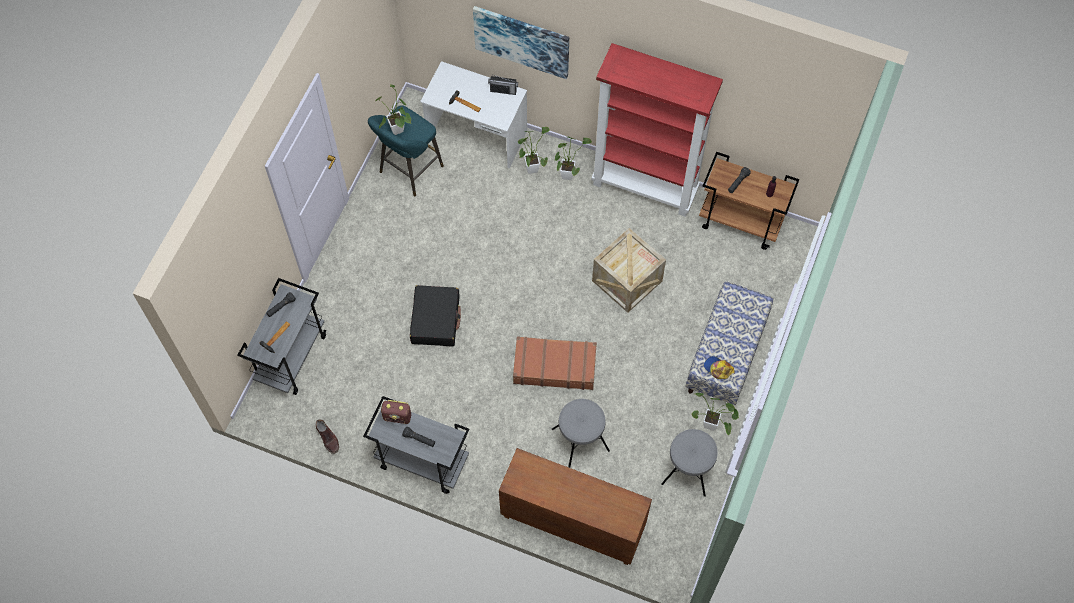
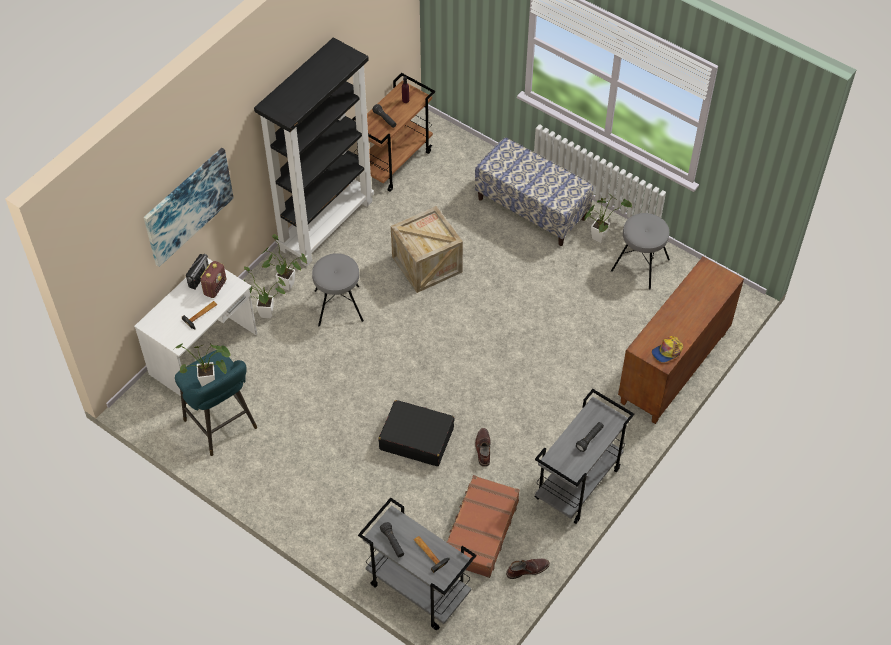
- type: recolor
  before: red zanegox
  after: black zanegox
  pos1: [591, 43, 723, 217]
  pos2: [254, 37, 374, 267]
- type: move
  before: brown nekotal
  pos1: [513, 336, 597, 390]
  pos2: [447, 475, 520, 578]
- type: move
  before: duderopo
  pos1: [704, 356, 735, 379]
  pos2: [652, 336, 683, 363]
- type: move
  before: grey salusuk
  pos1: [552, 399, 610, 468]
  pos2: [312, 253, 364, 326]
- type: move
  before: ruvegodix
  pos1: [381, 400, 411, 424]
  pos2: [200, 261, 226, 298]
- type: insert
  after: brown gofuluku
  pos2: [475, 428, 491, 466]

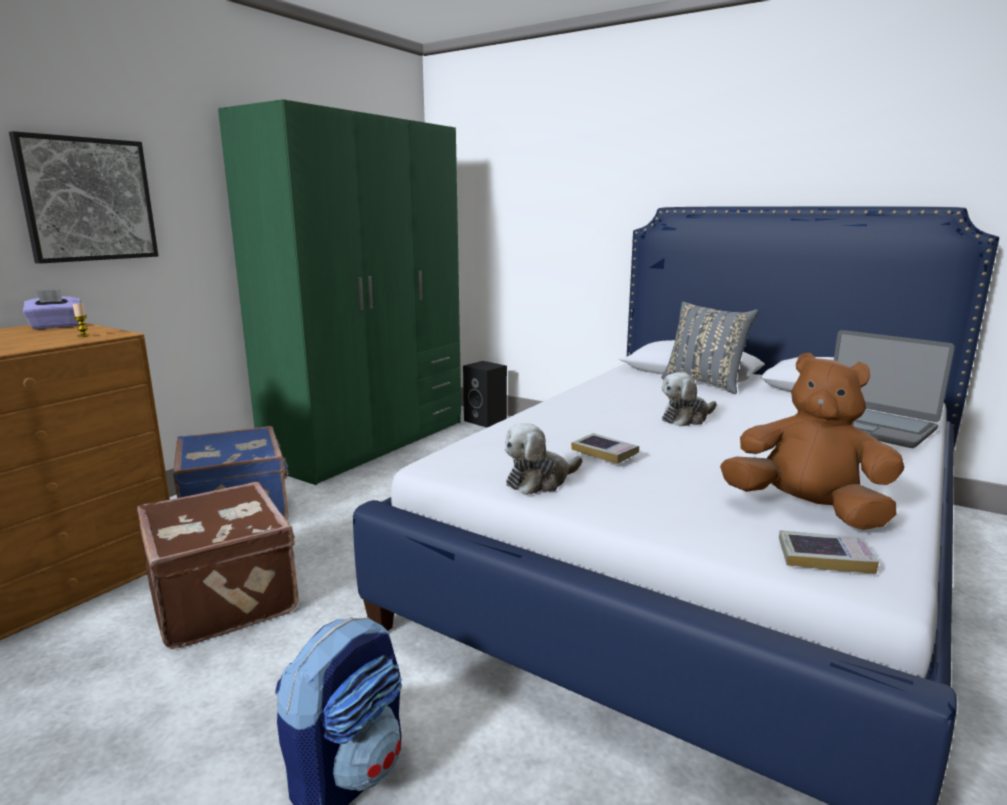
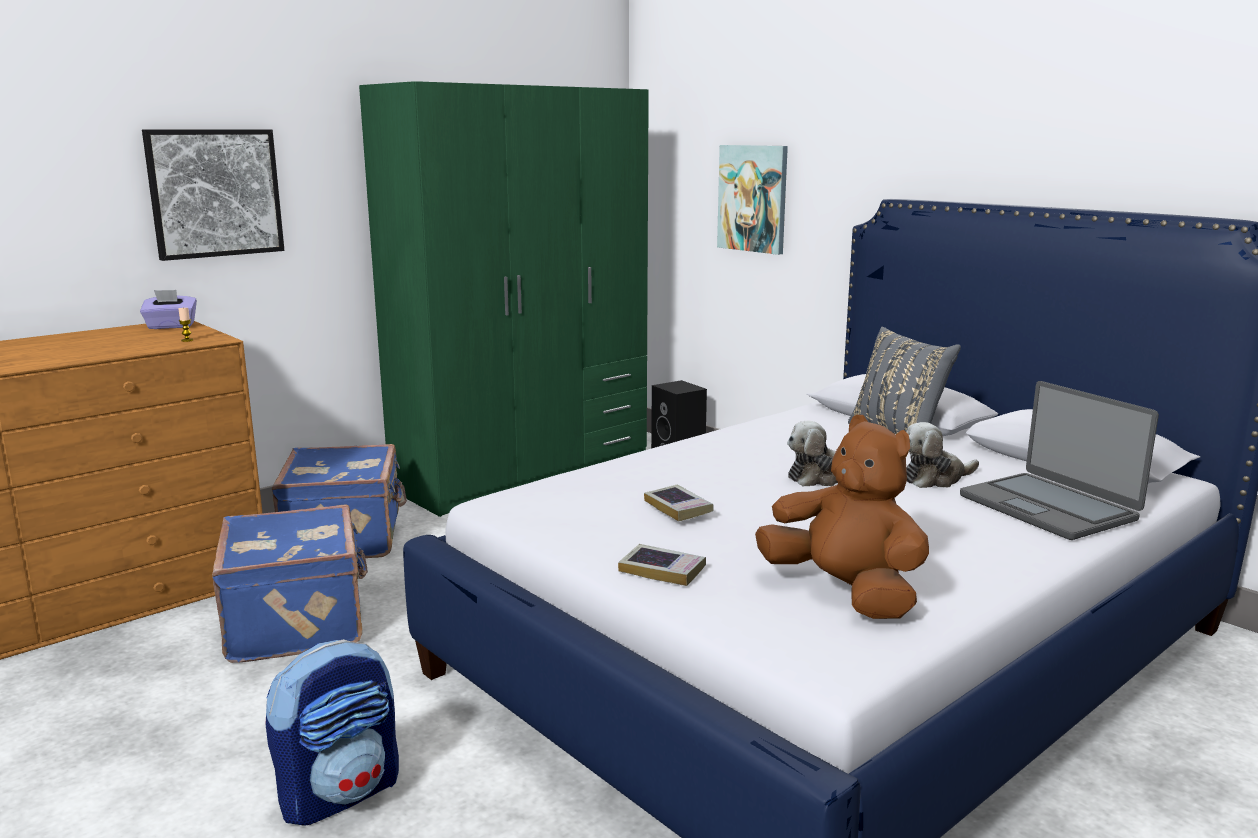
- type: move
  before: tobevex
  pos1: [505, 423, 582, 495]
  pos2: [906, 422, 979, 488]
- type: recolor
  before: brown nekotal
  after: blue nekotal
  pos1: [137, 482, 299, 649]
  pos2: [212, 504, 368, 663]
- type: move
  before: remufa
  pos1: [779, 530, 879, 574]
  pos2: [618, 544, 706, 586]
- type: insert
  after: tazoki
  pos2: [717, 145, 788, 255]

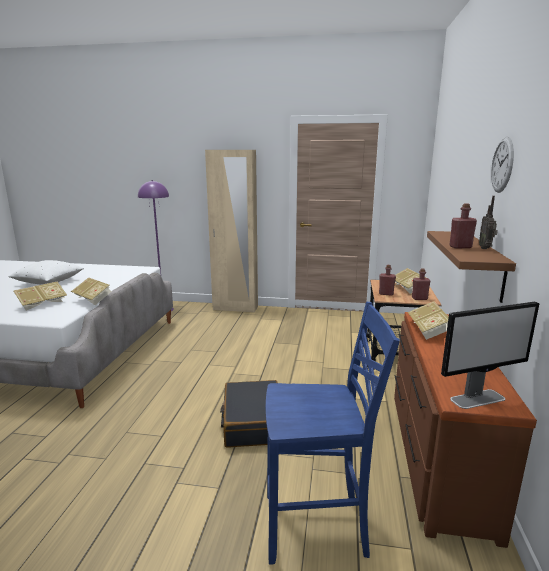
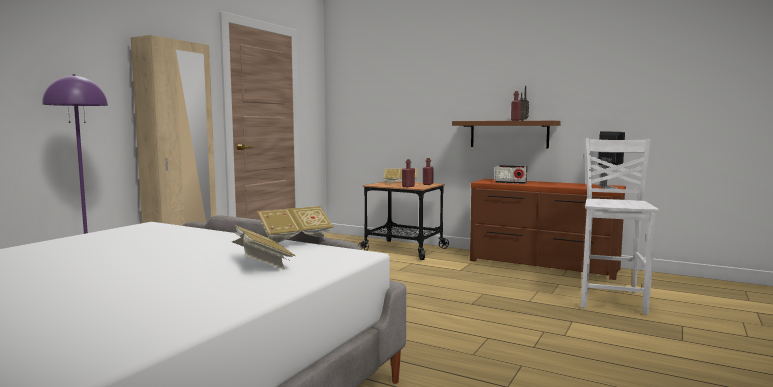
- type: delete
  before: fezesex
  pos1: [491, 137, 514, 193]
- type: delete
  before: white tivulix
  pos1: [8, 260, 84, 285]
- type: replace
  before: remufa
  after: ruvegodix
  pos1: [408, 301, 449, 340]
  pos2: [495, 165, 527, 184]
- type: recolor
  before: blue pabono
  after: white pabono
  pos1: [266, 302, 400, 564]
  pos2: [581, 138, 659, 315]
- type: delete
  before: black nekotal
  pos1: [220, 380, 278, 448]

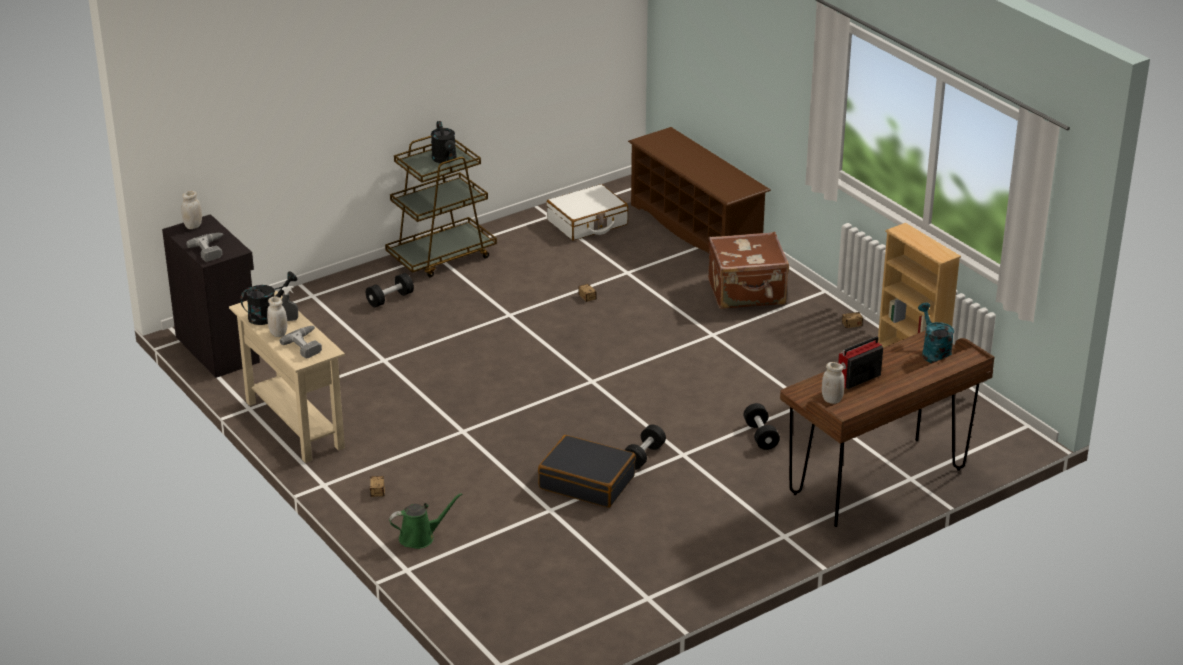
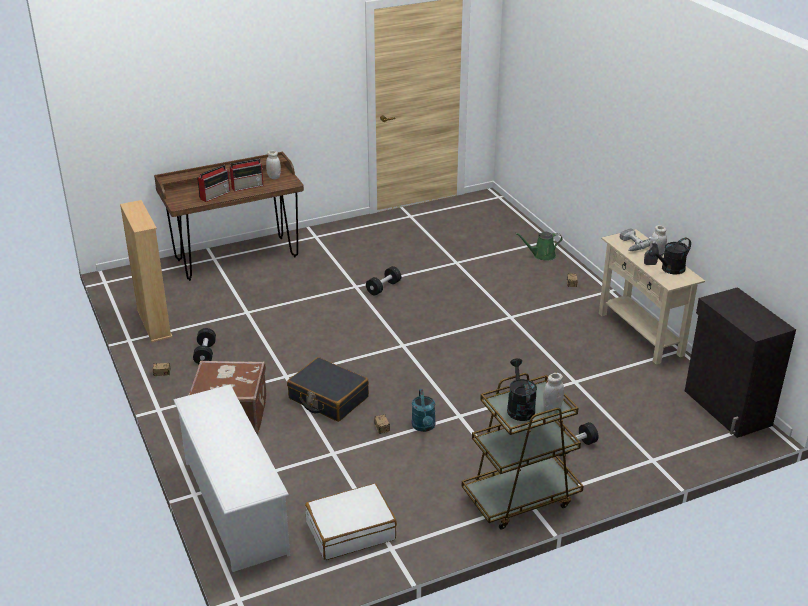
- type: recolor
  before: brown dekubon
  after: white dekubon
  pos1: [628, 127, 771, 254]
  pos2: [174, 385, 290, 572]
- type: move
  before: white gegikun
  pos1: [181, 191, 202, 229]
  pos2: [543, 373, 564, 412]
- type: delete
  before: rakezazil
  pos1: [186, 233, 223, 262]
- type: move
  before: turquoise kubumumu
  pos1: [918, 303, 954, 363]
  pos2: [412, 389, 436, 432]
- type: move
  before: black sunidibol
  pos1: [743, 403, 780, 450]
  pos2: [193, 328, 216, 364]
- type: move
  before: black nekotal
  pos1: [538, 435, 636, 508]
  pos2: [287, 357, 369, 422]
- type: insert
  after: ruvegodix
  pos2: [197, 165, 230, 202]

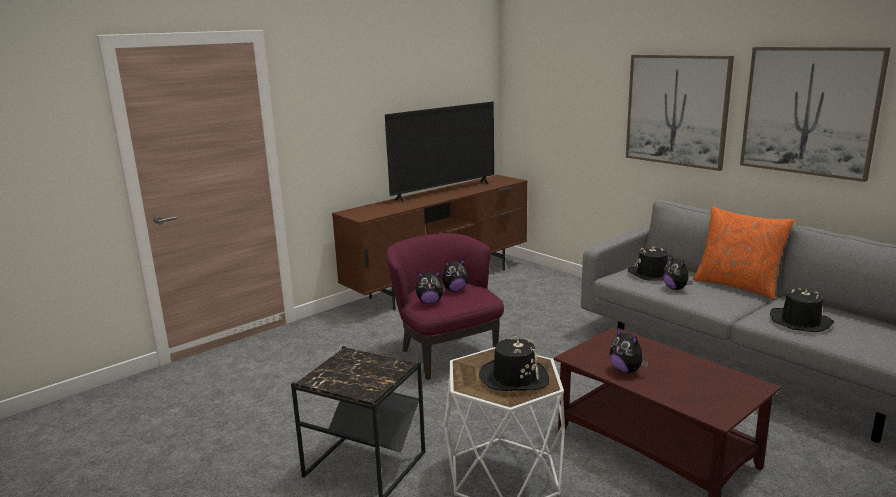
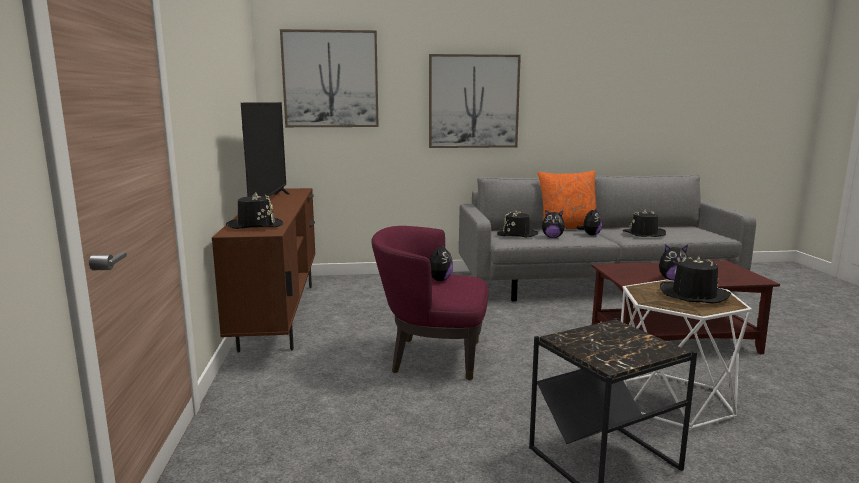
- type: move
  before: tazoki
  pos1: [740, 47, 891, 182]
  pos2: [280, 29, 379, 127]
- type: move
  before: tobevex
  pos1: [416, 271, 445, 304]
  pos2: [577, 208, 603, 235]
- type: insert
  after: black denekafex
  pos2: [226, 193, 283, 229]

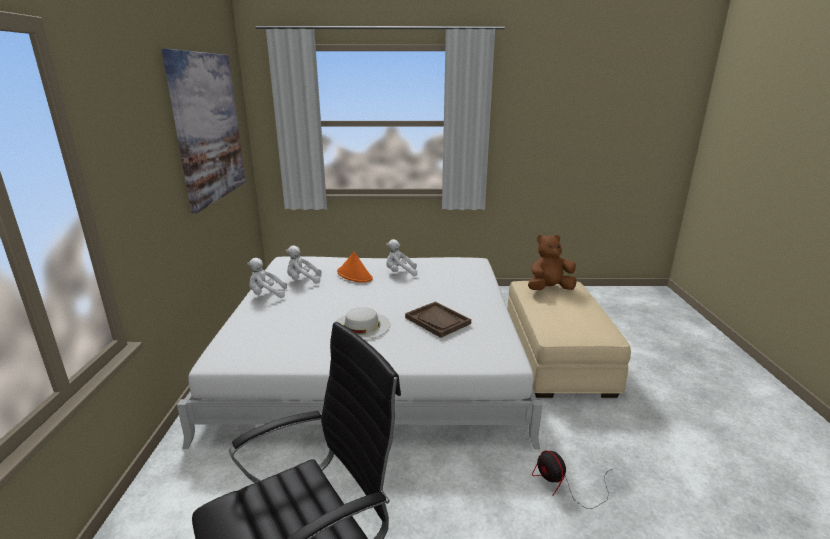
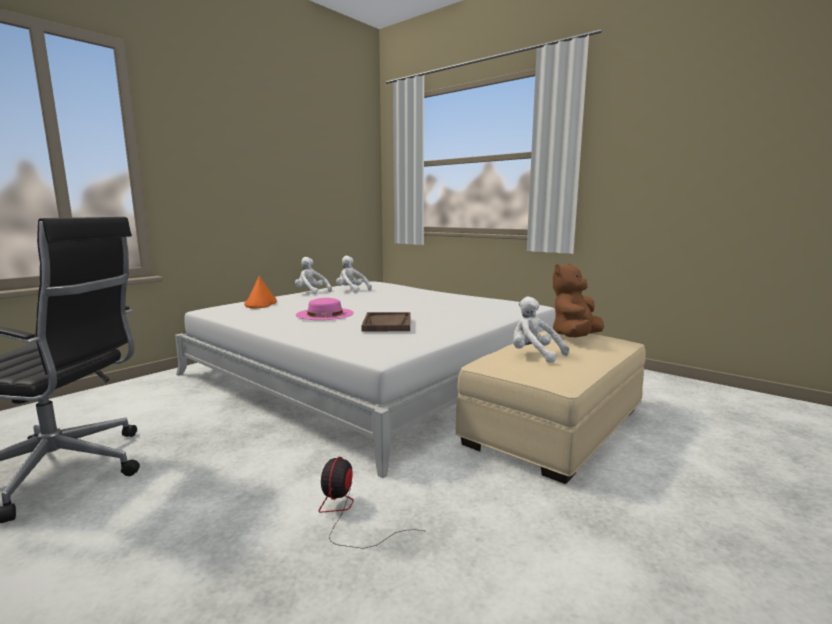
- type: delete
  before: tazoki
  pos1: [162, 49, 246, 213]
- type: rotate
  before: brown tobevex
  pos1: [528, 235, 576, 290]
  pos2: [553, 263, 604, 337]
  turn: -75
- type: move
  before: white tobevex
  pos1: [386, 239, 417, 276]
  pos2: [513, 297, 569, 363]
- type: move
  before: orange denekafex
  pos1: [337, 251, 373, 283]
  pos2: [244, 276, 277, 308]
- type: recolor
  before: white denekafex
  after: pink denekafex
  pos1: [335, 307, 391, 340]
  pos2: [296, 298, 354, 320]

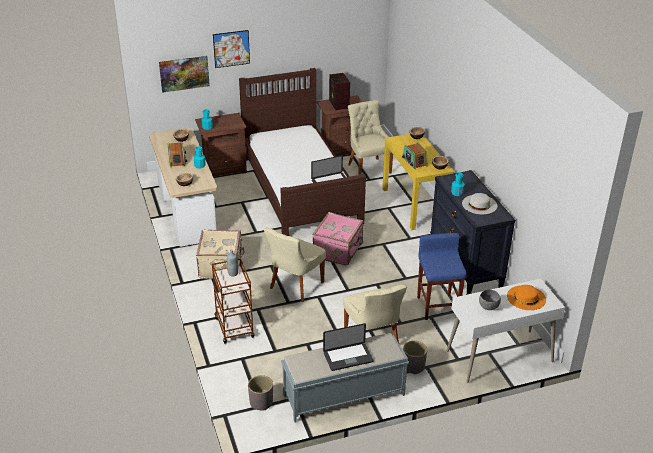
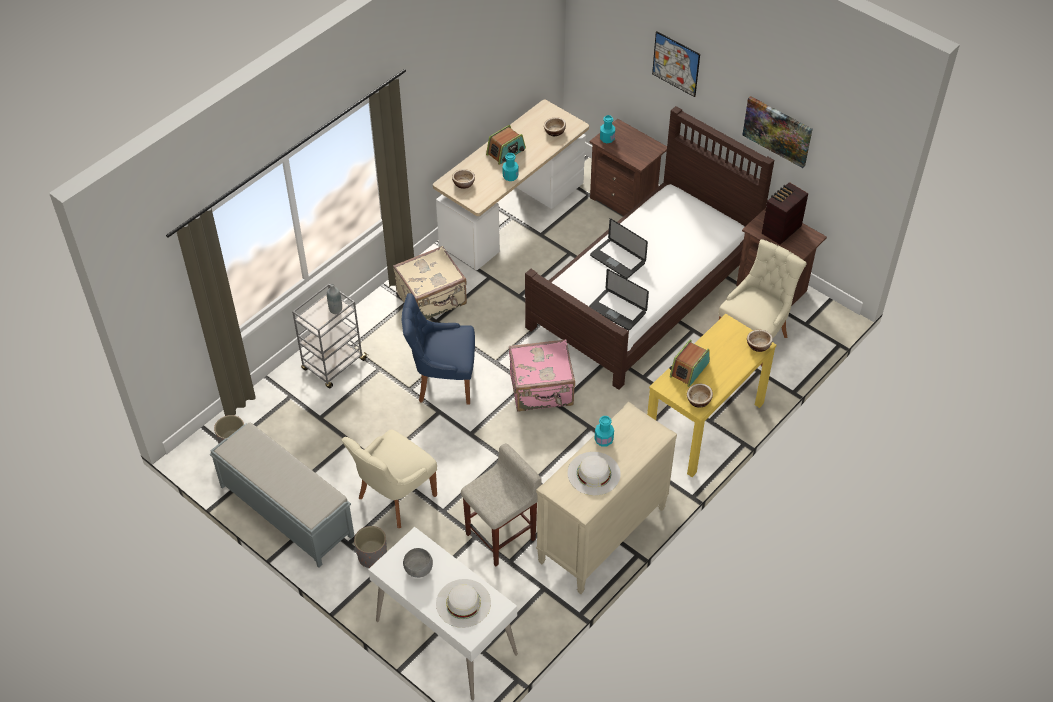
- type: move
  before: tazoki
  pos1: [159, 56, 210, 93]
  pos2: [742, 96, 813, 168]
- type: recolor
  before: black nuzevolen
  after: beige nuzevolen
  pos1: [430, 170, 515, 295]
  pos2: [536, 402, 677, 594]
- type: recolor
  before: beige pabono
  after: blue pabono
  pos1: [264, 228, 326, 302]
  pos2: [402, 293, 475, 405]
- type: recolor
  before: blue salusuk
  after: beige salusuk
  pos1: [417, 233, 466, 320]
  pos2: [461, 443, 542, 566]
- type: recolor
  before: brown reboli
  after: grey reboli
  pos1: [212, 258, 255, 344]
  pos2: [292, 284, 368, 389]
- type: recolor
  before: orange denekafex
  after: white denekafex
  pos1: [507, 285, 546, 310]
  pos2: [436, 579, 491, 628]
- type: move
  before: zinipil
  pos1: [323, 323, 374, 371]
  pos2: [590, 218, 648, 279]

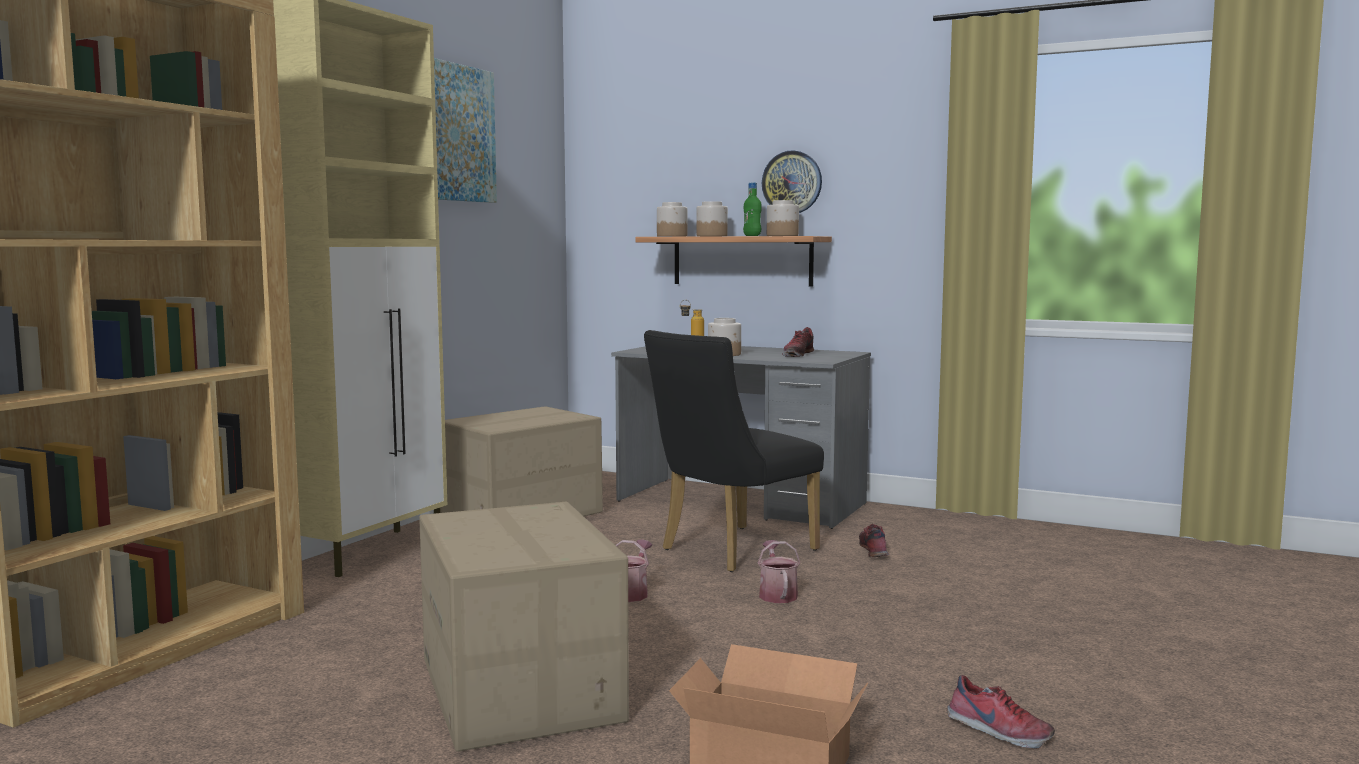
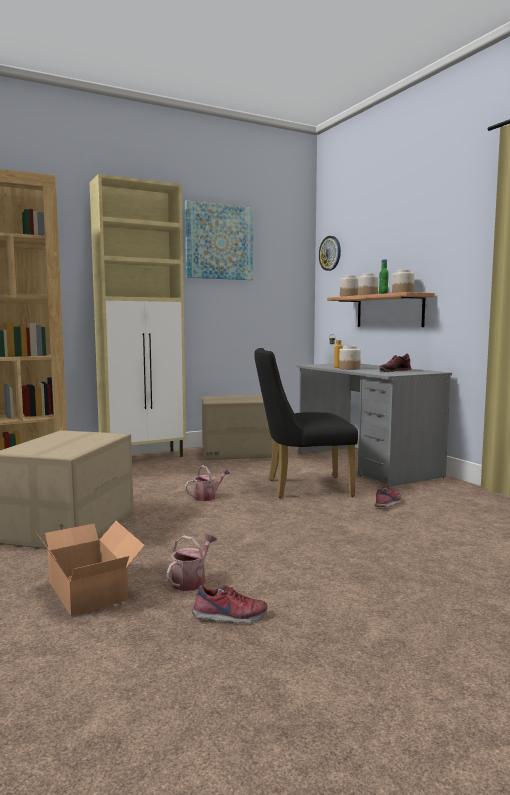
- type: move
  before: fezesex
  pos1: [762, 150, 822, 213]
  pos2: [319, 236, 341, 271]
- type: move
  before: kubumumu
  pos1: [758, 540, 800, 603]
  pos2: [167, 534, 217, 591]
- type: rotate
  before: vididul
  pos1: [947, 675, 1055, 748]
  pos2: [192, 585, 267, 623]
  turn: -75

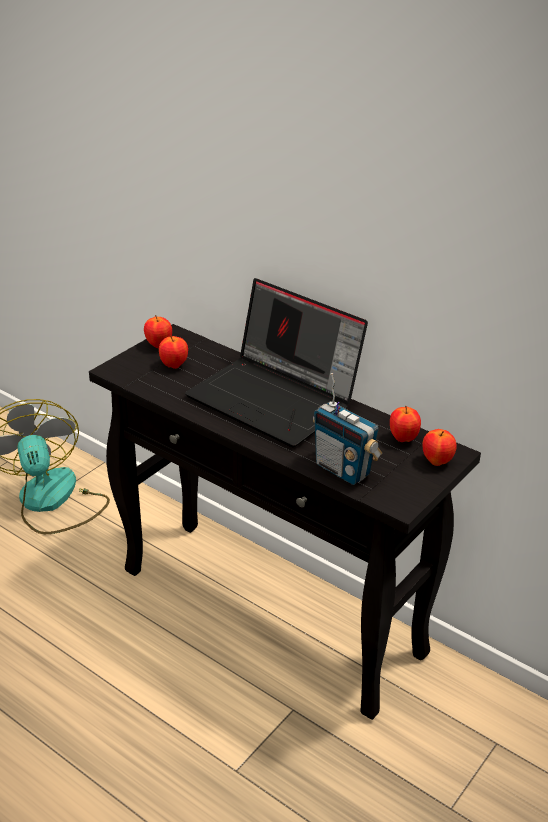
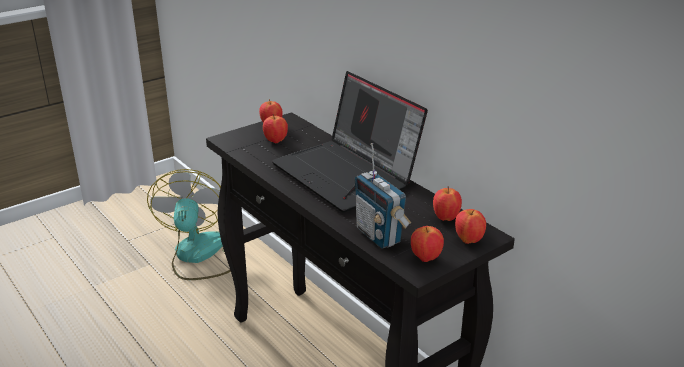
- type: insert
  after: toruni
  pos2: [411, 226, 444, 262]

